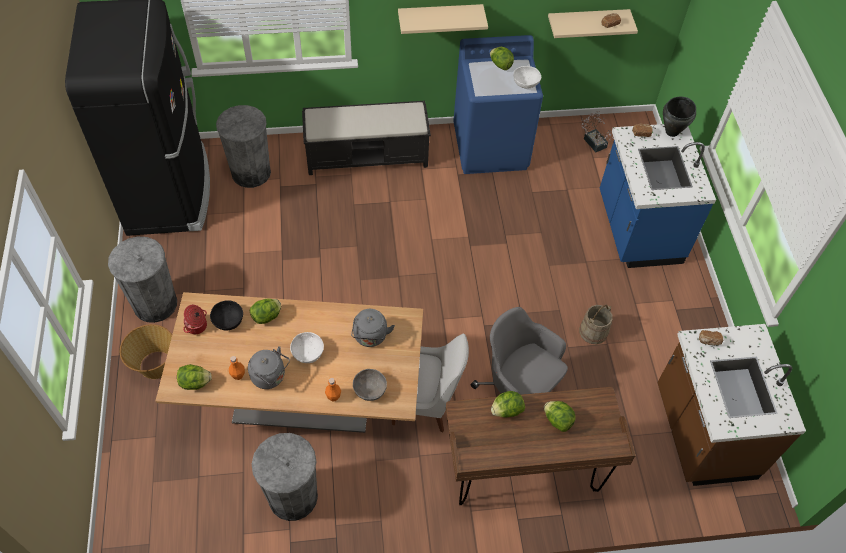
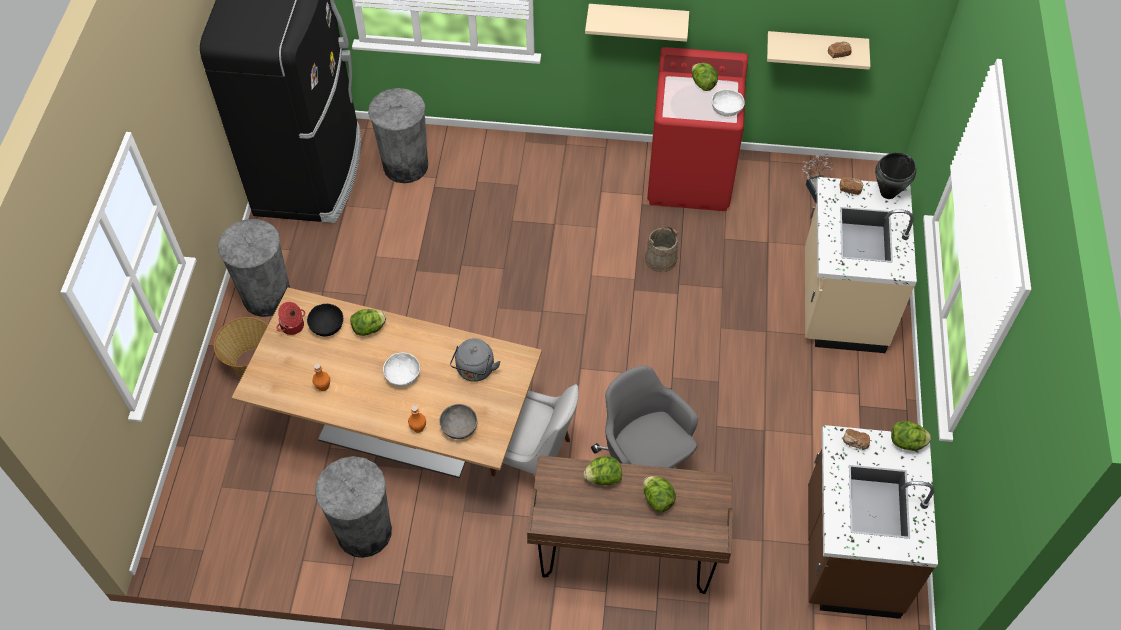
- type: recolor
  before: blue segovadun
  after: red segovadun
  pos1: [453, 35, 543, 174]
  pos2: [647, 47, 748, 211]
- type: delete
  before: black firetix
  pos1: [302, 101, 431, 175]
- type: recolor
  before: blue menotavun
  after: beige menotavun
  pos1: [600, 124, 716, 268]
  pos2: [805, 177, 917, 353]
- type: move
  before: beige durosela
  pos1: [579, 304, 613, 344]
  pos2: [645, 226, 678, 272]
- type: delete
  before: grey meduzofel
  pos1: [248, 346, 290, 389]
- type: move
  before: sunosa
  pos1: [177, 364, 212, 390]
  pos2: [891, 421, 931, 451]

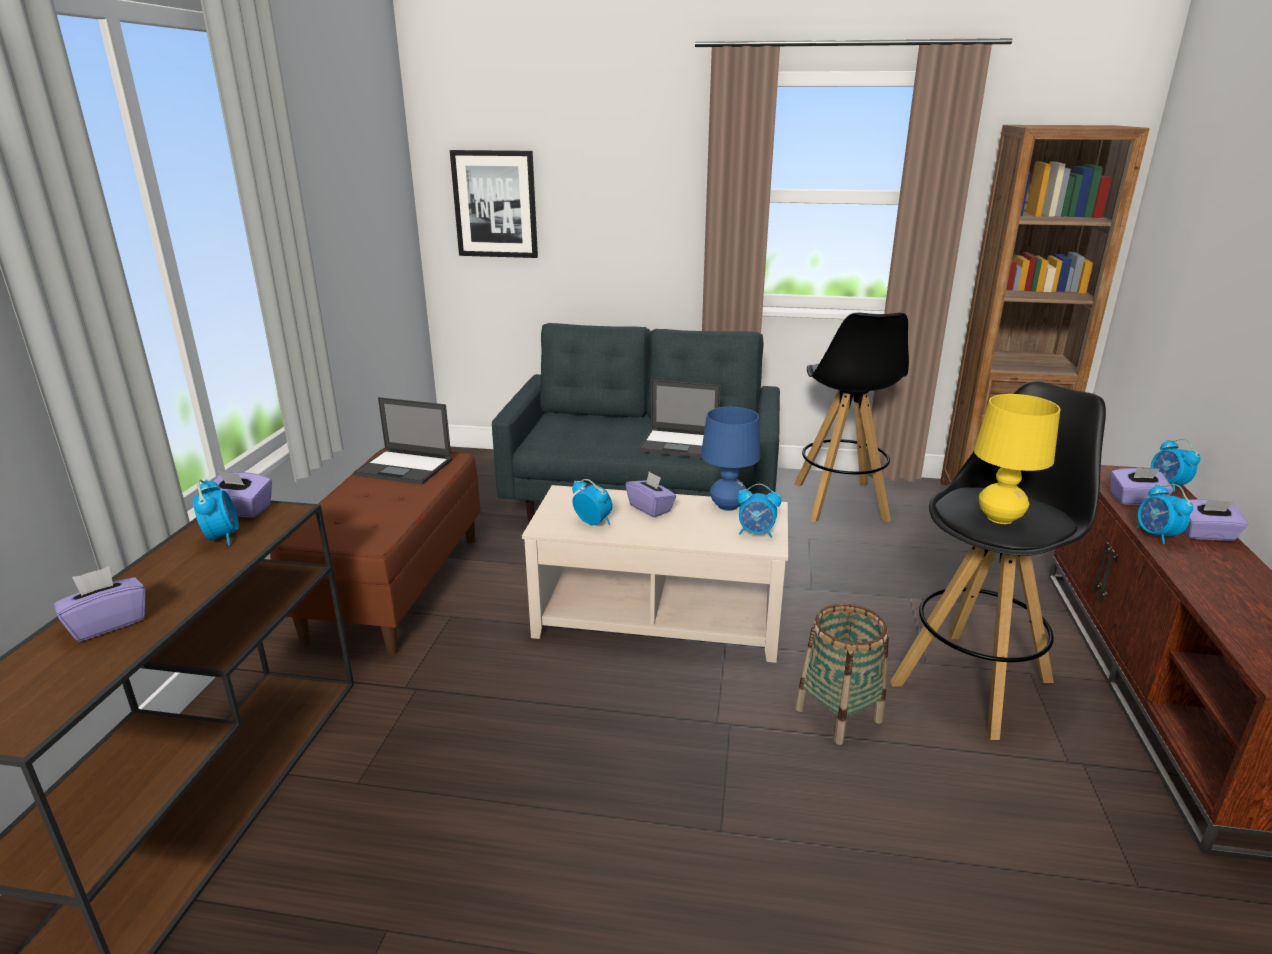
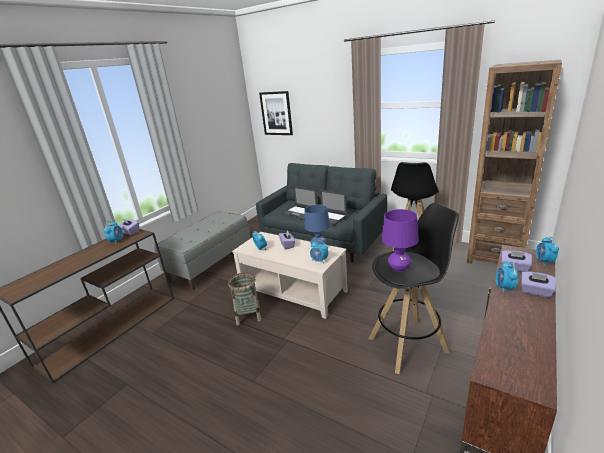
- type: recolor
  before: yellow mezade
  after: purple mezade
  pos1: [974, 394, 1060, 524]
  pos2: [382, 209, 419, 272]
- type: move
  before: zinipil
  pos1: [353, 397, 452, 485]
  pos2: [281, 186, 317, 220]
- type: recolor
  before: brown firetix
  after: grey firetix
  pos1: [270, 448, 481, 655]
  pos2: [154, 211, 250, 290]
- type: delete
  before: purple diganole
  pos1: [54, 566, 145, 642]
- type: move
  before: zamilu
  pos1: [795, 604, 889, 745]
  pos2: [228, 273, 261, 325]

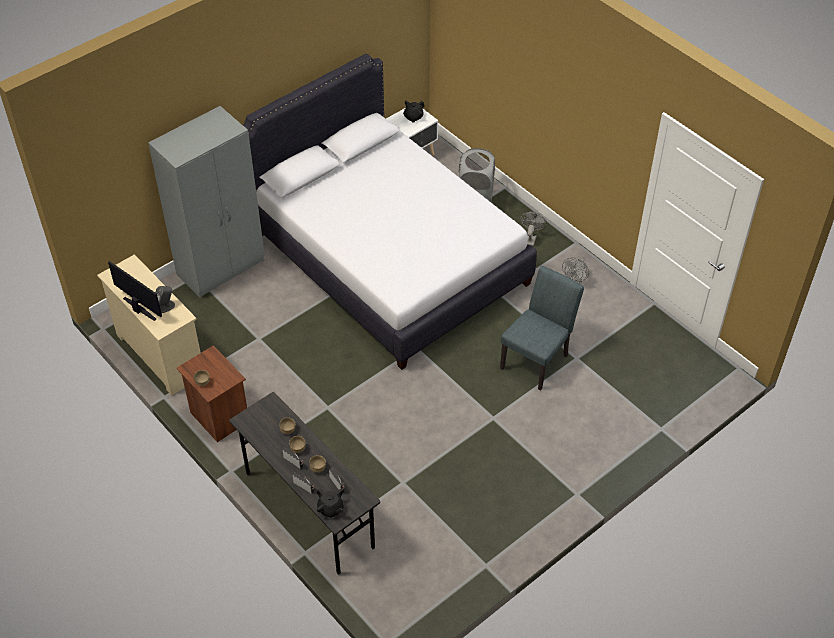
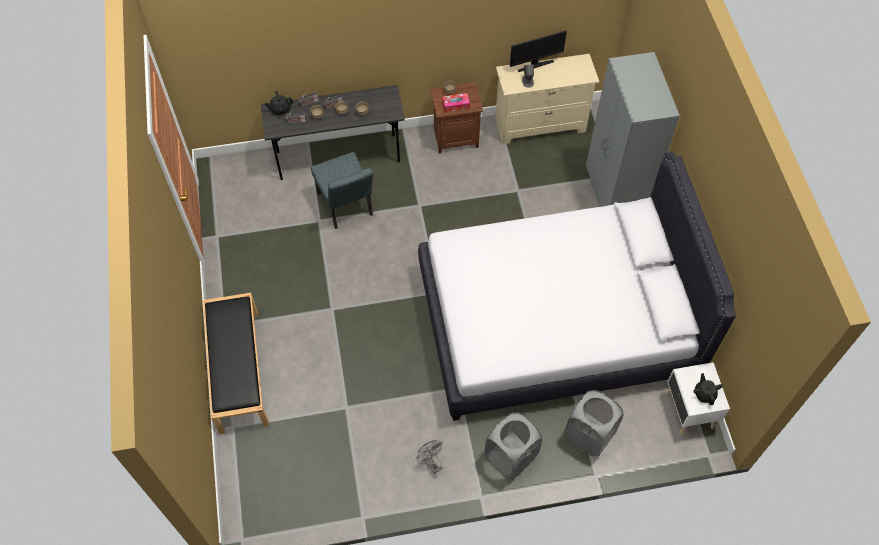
- type: replace
  before: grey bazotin
  after: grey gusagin
  pos1: [520, 212, 547, 246]
  pos2: [485, 412, 542, 479]
- type: move
  before: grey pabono
  pos1: [500, 266, 584, 391]
  pos2: [311, 152, 373, 229]
- type: insert
  after: diganole
  pos2: [442, 93, 470, 112]
- type: insert
  after: black firetix
  pos2: [203, 293, 269, 434]

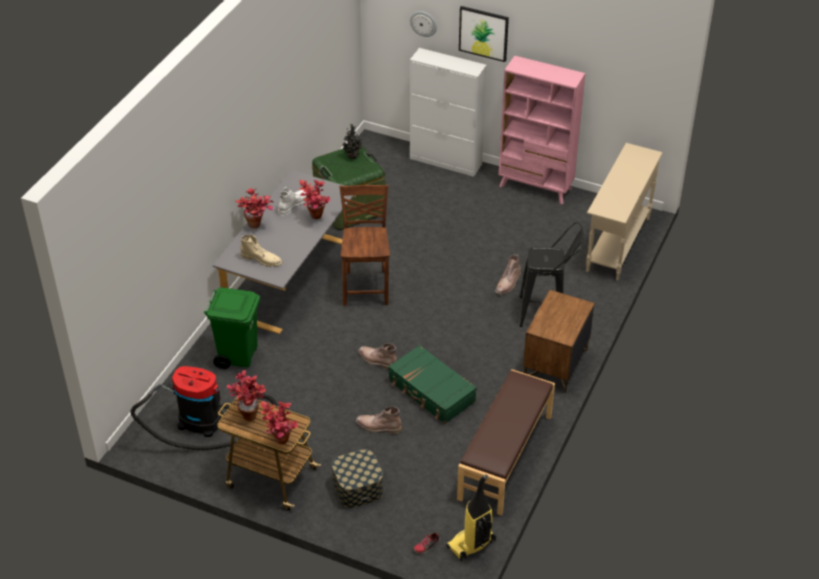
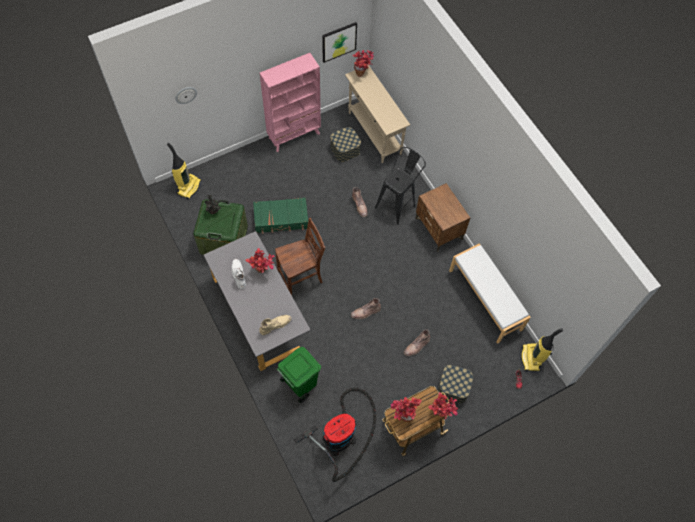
- type: move
  before: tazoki
  pos1: [459, 6, 509, 62]
  pos2: [322, 22, 357, 63]
- type: delete
  before: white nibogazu
  pos1: [410, 48, 487, 177]
- type: rotate
  before: brown pabono
  pos1: [339, 184, 390, 306]
  pos2: [275, 218, 325, 295]
  turn: 120
- type: move
  before: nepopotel
  pos1: [235, 188, 273, 228]
  pos2: [352, 50, 374, 77]
- type: move
  before: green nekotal
  pos1: [388, 345, 477, 424]
  pos2: [253, 197, 308, 234]
- type: recolor
  before: brown firetix
  after: white firetix
  pos1: [457, 369, 555, 516]
  pos2: [449, 243, 531, 344]
- type: insert
  after: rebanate
  pos2: [330, 127, 361, 162]
- type: insert
  after: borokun
  pos2: [167, 143, 201, 199]

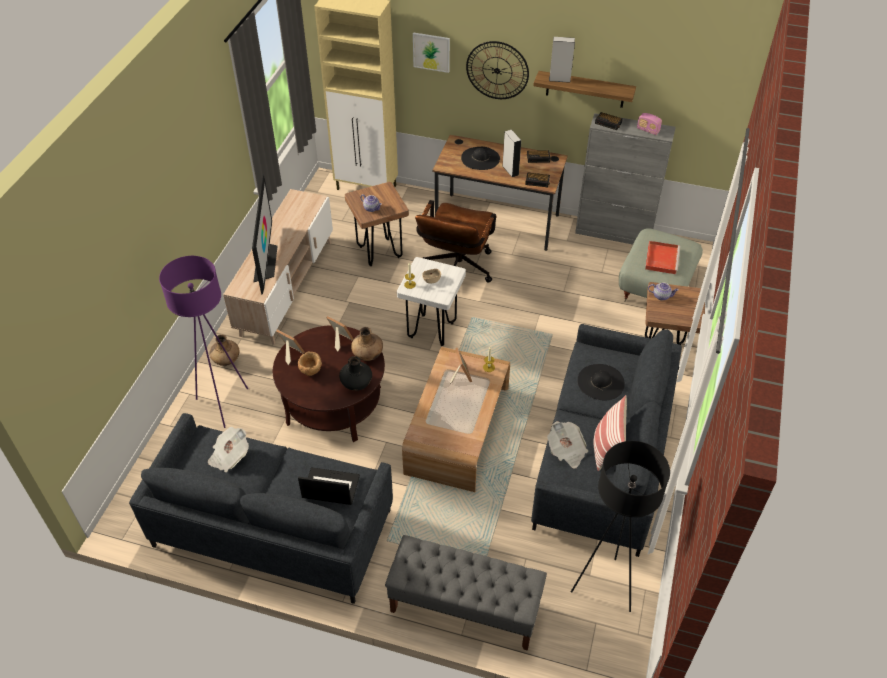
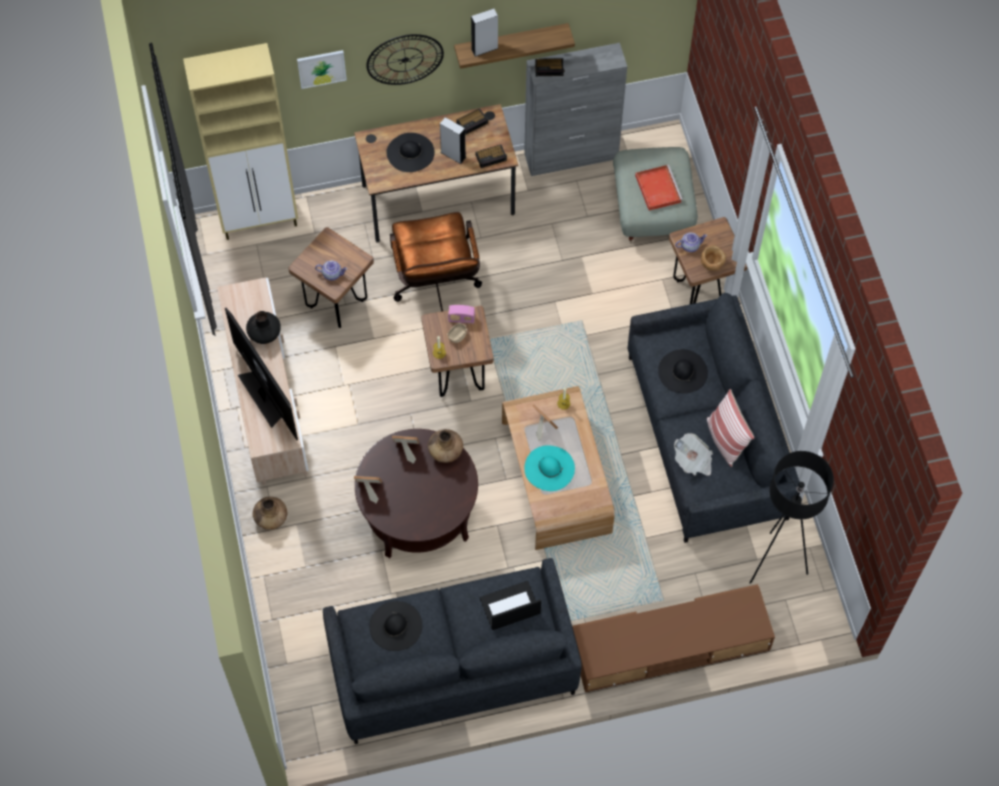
- type: move
  before: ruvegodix
  pos1: [637, 113, 662, 135]
  pos2: [448, 305, 475, 324]
- type: delete
  before: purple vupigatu
  pos1: [159, 256, 248, 428]
- type: recolor
  before: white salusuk
  after: brown salusuk
  pos1: [397, 257, 466, 346]
  pos2: [422, 306, 494, 397]
- type: move
  before: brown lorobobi
  pos1: [298, 351, 322, 376]
  pos2: [701, 245, 726, 271]
- type: move
  before: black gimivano
  pos1: [339, 356, 372, 391]
  pos2: [246, 311, 281, 344]
- type: replace
  before: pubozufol
  after: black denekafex
  pos1: [208, 427, 249, 473]
  pos2: [370, 601, 422, 651]
- type: replace
  before: grey firetix
  after: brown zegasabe
  pos1: [385, 535, 547, 651]
  pos2: [572, 584, 775, 693]
- type: insert
  after: turquoise denekafex
  pos2: [524, 445, 575, 491]

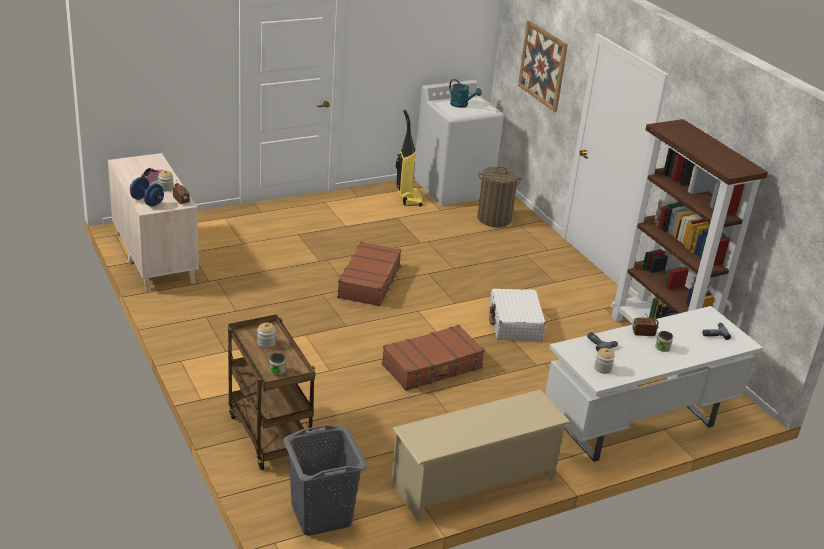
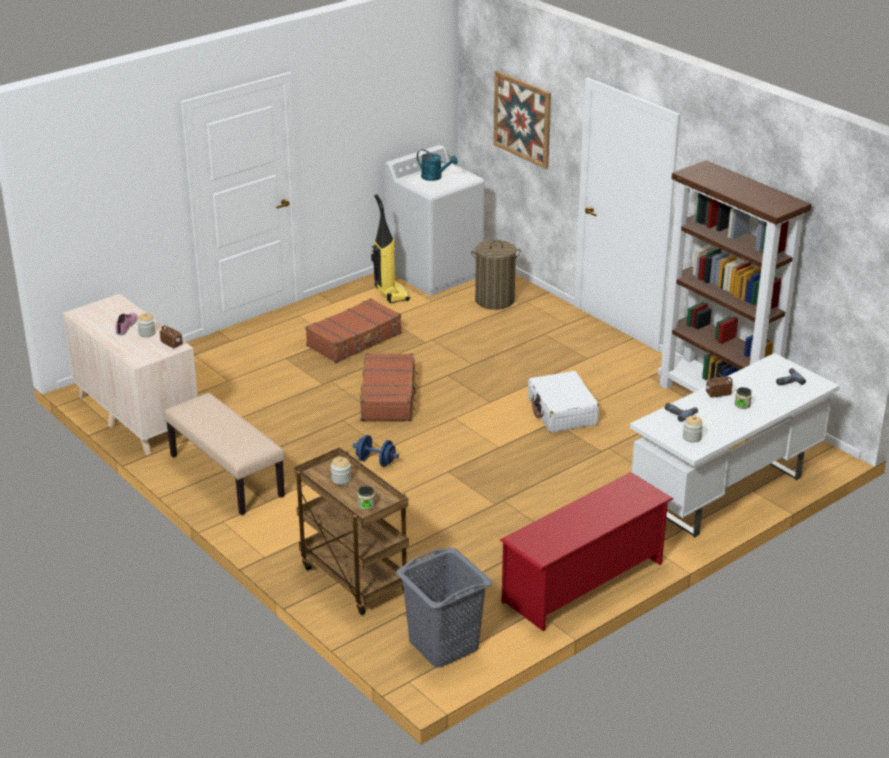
- type: move
  before: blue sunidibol
  pos1: [130, 177, 164, 207]
  pos2: [353, 435, 399, 467]
- type: move
  before: brown nekotal
  pos1: [382, 325, 485, 391]
  pos2: [306, 298, 401, 363]
- type: recolor
  before: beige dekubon
  after: red dekubon
  pos1: [391, 389, 571, 522]
  pos2: [500, 472, 673, 631]
- type: insert
  after: beige firetix
  pos2: [164, 393, 285, 515]

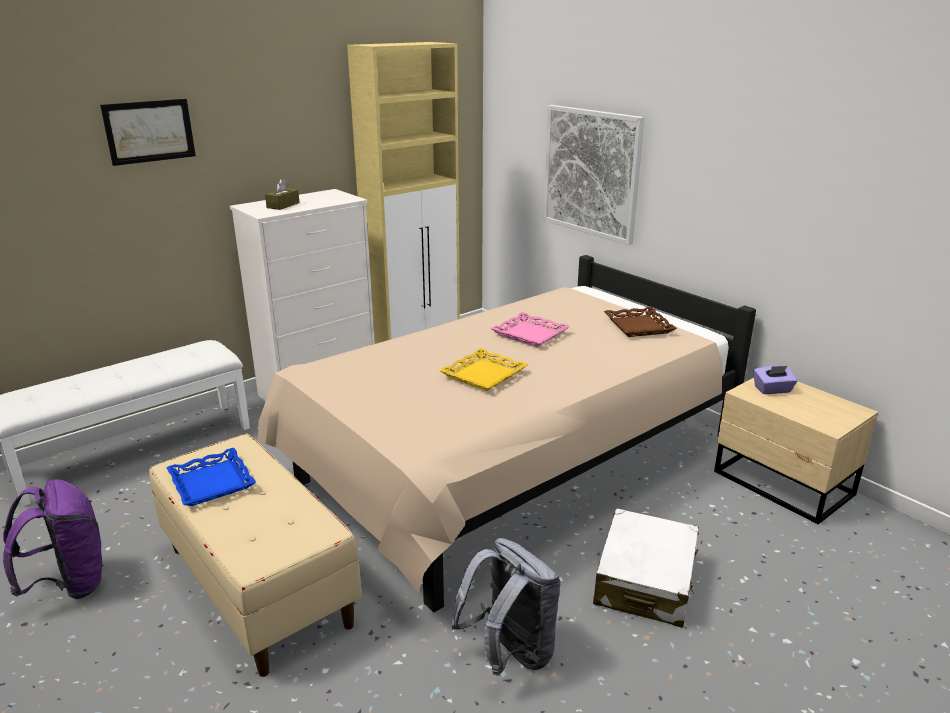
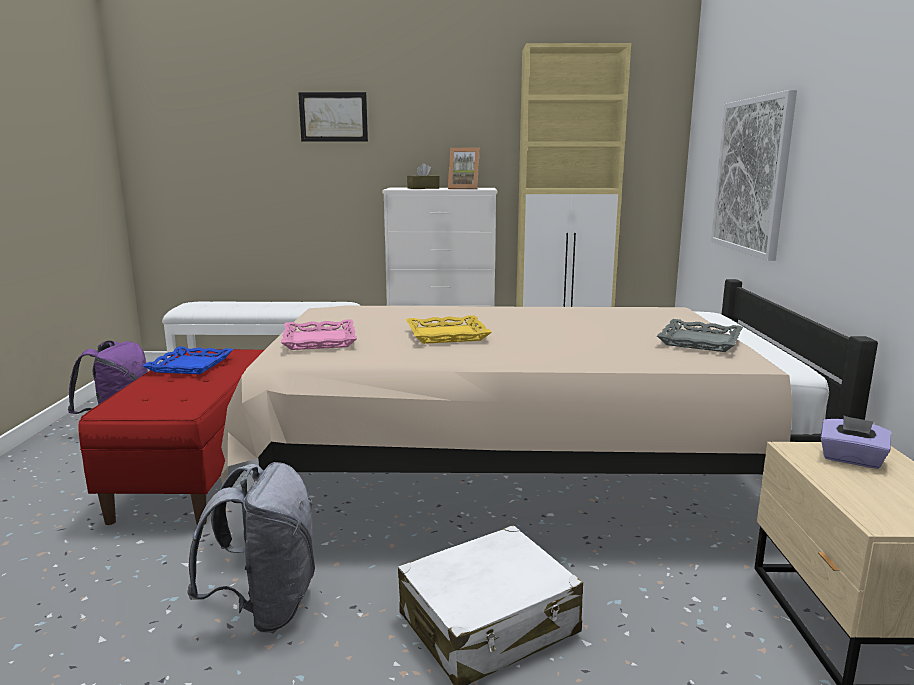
- type: recolor
  before: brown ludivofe
  after: grey ludivofe
  pos1: [604, 307, 677, 337]
  pos2: [657, 319, 743, 352]
- type: move
  before: pink ludivofe
  pos1: [490, 312, 570, 347]
  pos2: [281, 319, 357, 350]
- type: recolor
  before: beige firetix
  after: red firetix
  pos1: [149, 434, 362, 677]
  pos2: [79, 349, 264, 525]
- type: insert
  after: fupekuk
  pos2: [448, 148, 480, 189]

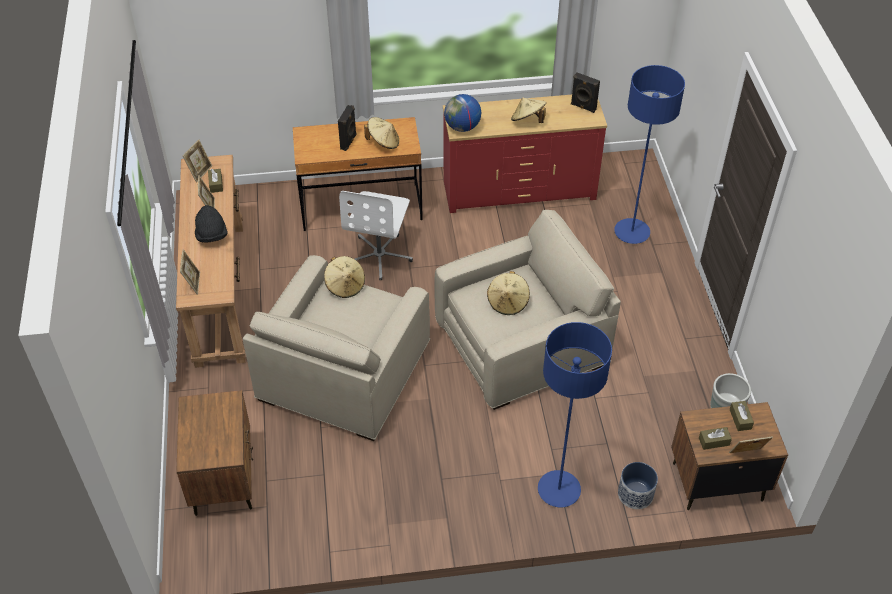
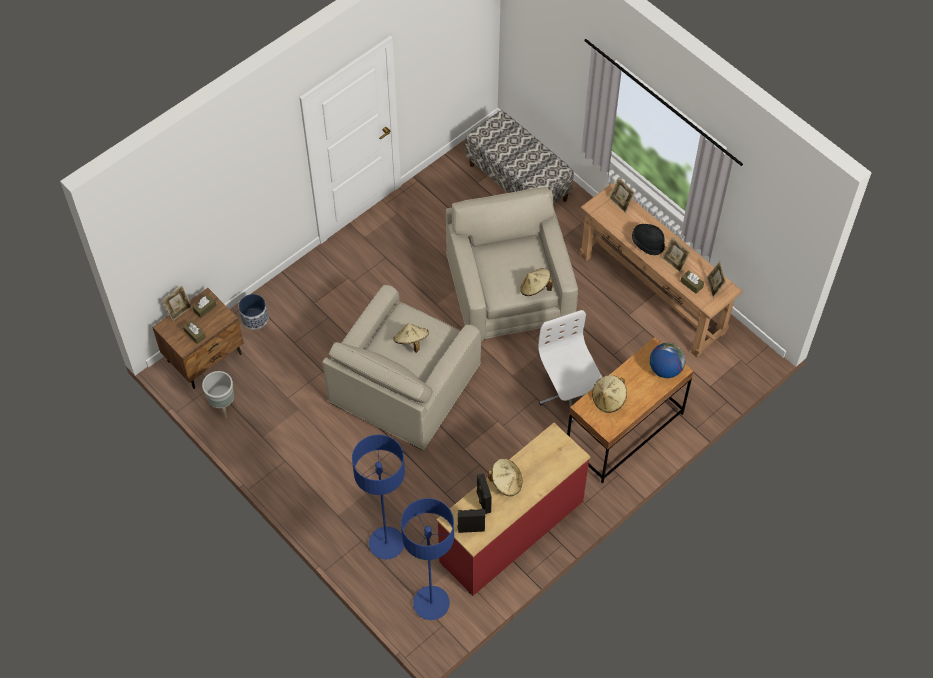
- type: move
  before: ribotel
  pos1: [444, 94, 481, 132]
  pos2: [650, 343, 686, 378]
- type: move
  before: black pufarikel
  pos1: [338, 105, 357, 151]
  pos2: [476, 473, 492, 514]
- type: move
  before: blue vupigatu
  pos1: [538, 322, 612, 507]
  pos2: [401, 498, 454, 620]
- type: replace
  before: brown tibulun
  after: firetix
  pos1: [176, 390, 253, 516]
  pos2: [466, 110, 574, 204]

